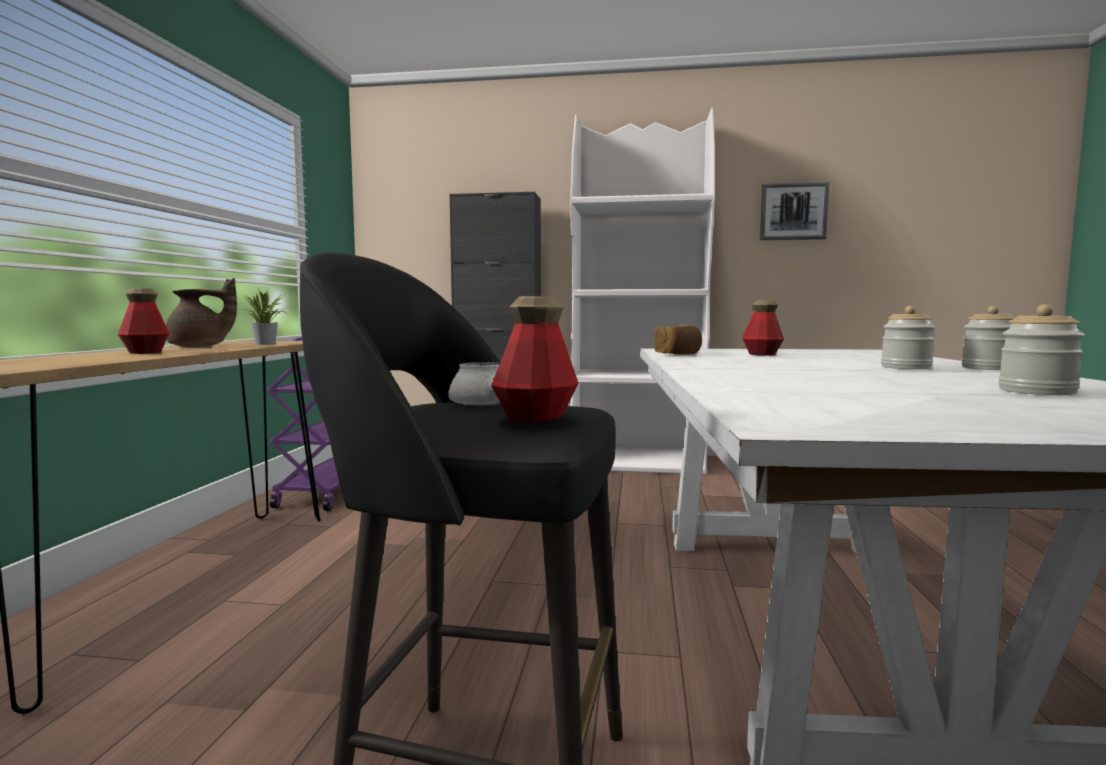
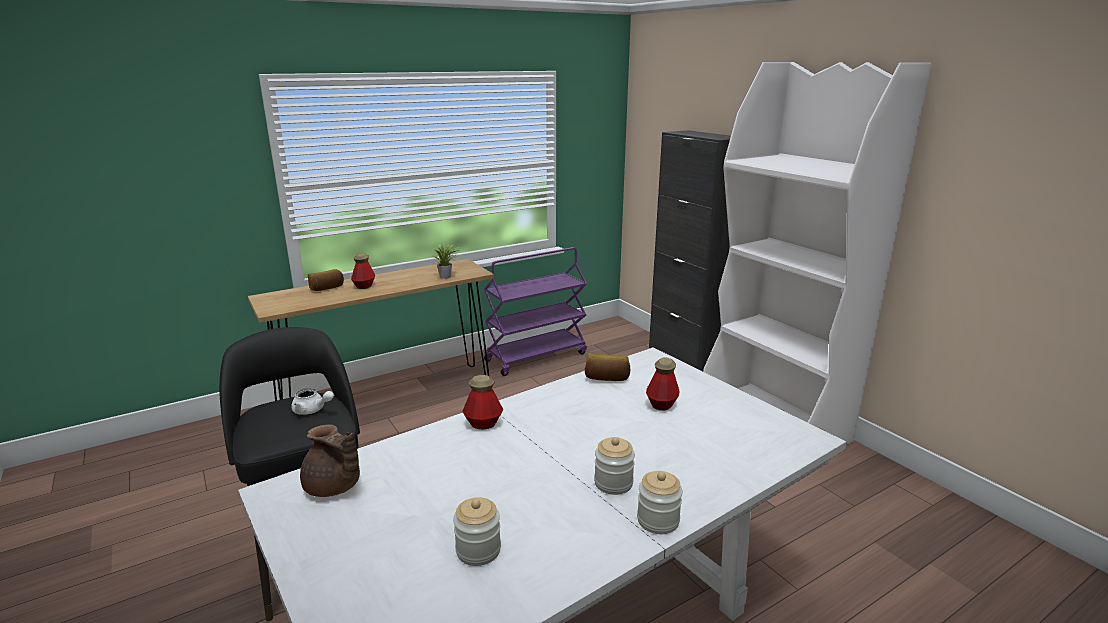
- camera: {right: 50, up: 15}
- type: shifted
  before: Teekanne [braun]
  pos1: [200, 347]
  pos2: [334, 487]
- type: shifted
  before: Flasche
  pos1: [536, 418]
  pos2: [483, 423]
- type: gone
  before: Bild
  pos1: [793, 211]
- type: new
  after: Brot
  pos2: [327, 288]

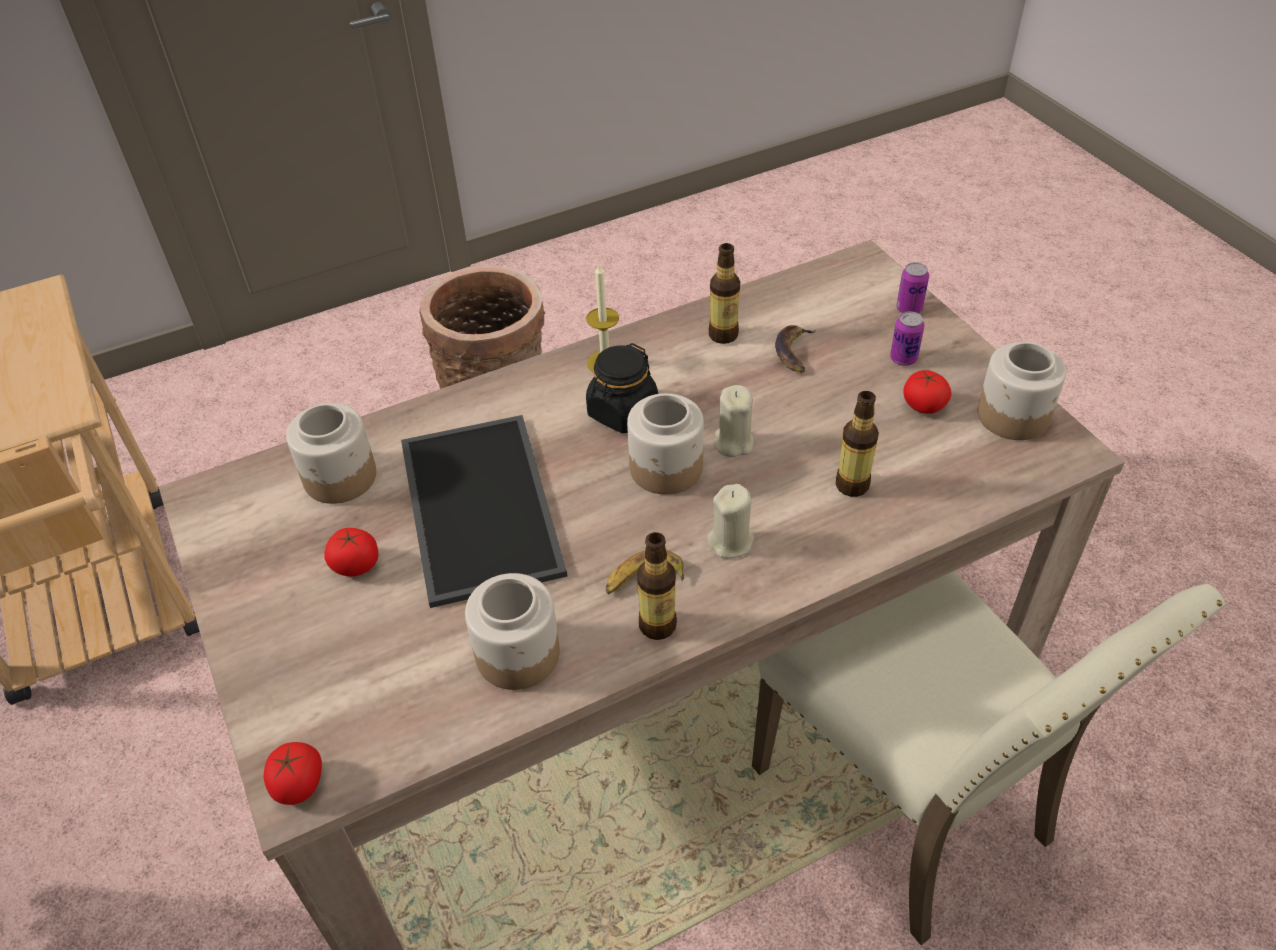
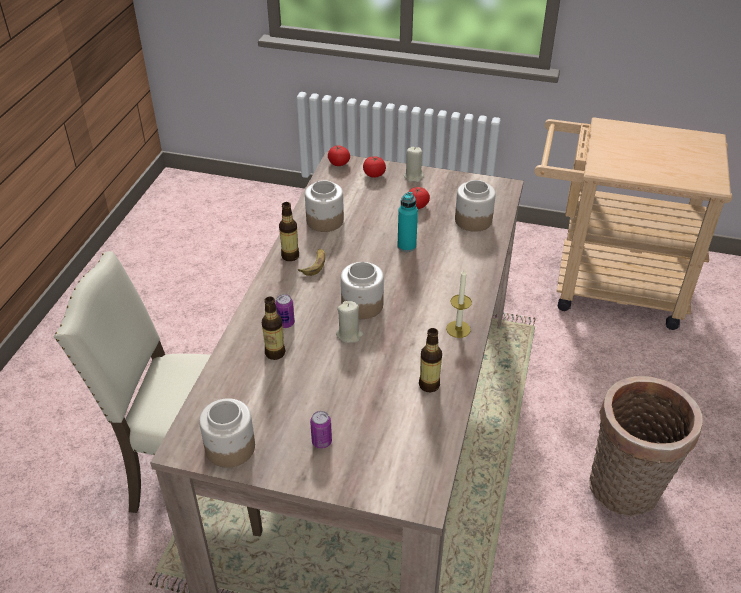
- camera: {right: 130, up: -5}
- type: swapped
  before: Tablett
  after: Flasche [türkis]
  pos1: [484, 508]
  pos2: [406, 246]
- type: gone
  before: Vorratsglas [schwarz]
  pos1: [622, 412]
- type: shifted
  before: Kerze [beige]
  pos1: [731, 542]
  pos2: [413, 176]
- type: gone
  before: Banane
  pos1: [794, 352]
- type: shifted
  before: Dose
  pos1: [909, 309]
  pos2: [286, 323]
- type: shifted
  before: Tomate
  pos1: [923, 406]
  pos2: [374, 174]

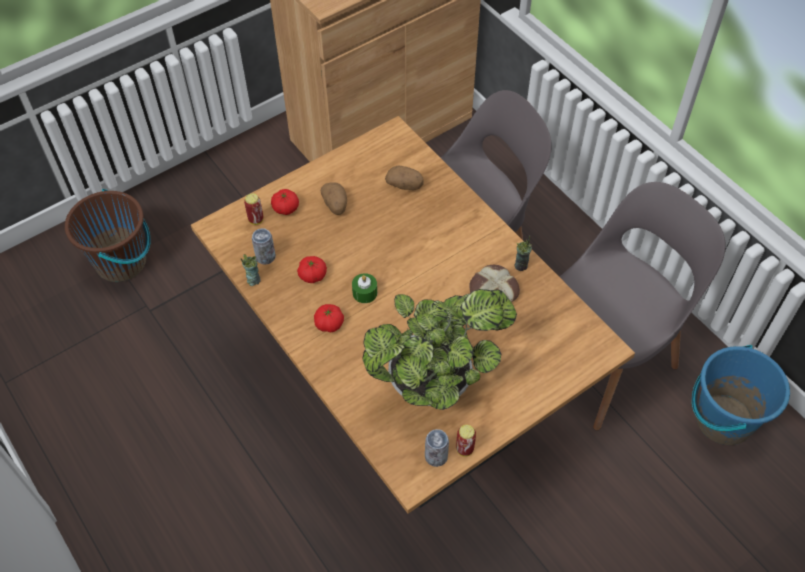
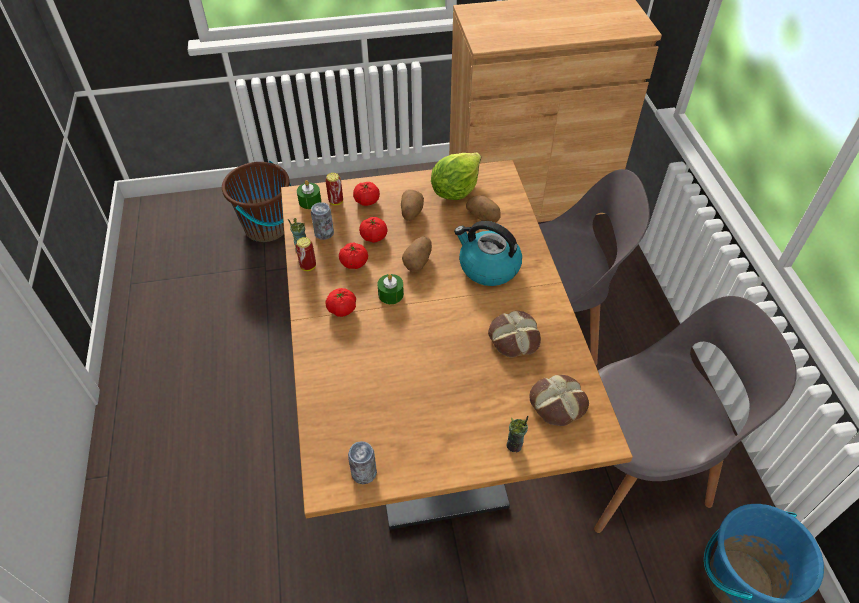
- camera: {right: 25, up: -5}
- type: gone
  before: Topfpflanze
  pos1: [435, 380]
- type: shifted
  before: Dose
  pos1: [464, 449]
  pos2: [308, 266]
- type: shifted
  before: Tasse
  pos1: [521, 266]
  pos2: [514, 445]
- type: new
  after: Kerze [grün]
  pos2: [310, 201]
- type: new
  after: Tomate
  pos2: [374, 237]
- type: new
  after: Kartoffel
  pos2: [418, 262]
- type: new
  after: Salatkopf
  pos2: [455, 190]
- type: new
  after: Wasserkessel
  pos2: [488, 267]
- type: new
  after: Brot
  pos2: [558, 404]

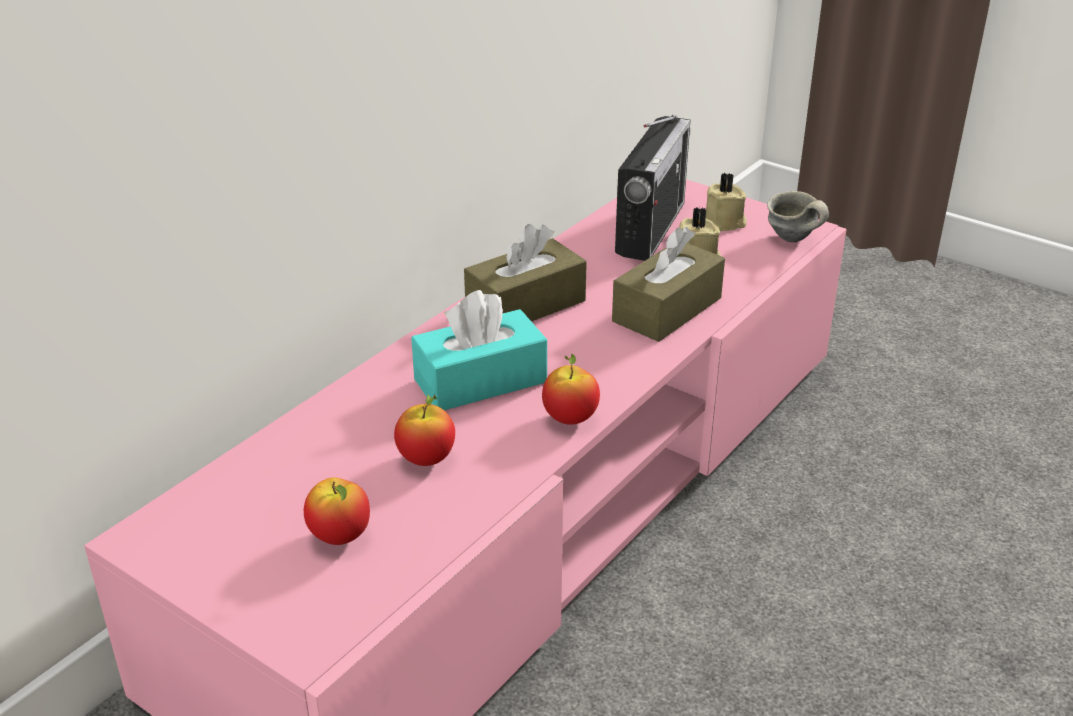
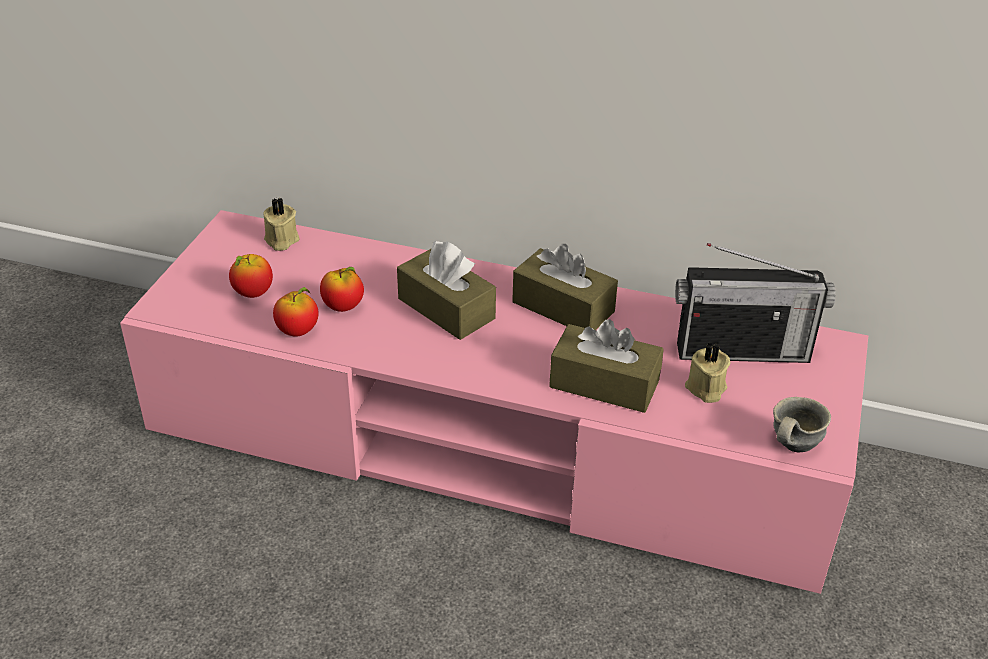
- camera: {right: 70, up: 5}
- type: repainted
  before: Taschentuchbox [türkis]
  after: Taschentuchbox [braun]
  pos1: [480, 381]
  pos2: [446, 308]
- type: shifted
  before: Apfel
  pos1: [570, 418]
  pos2: [298, 331]
- type: shifted
  before: Kerze [beige]
  pos1: [725, 223]
  pos2: [281, 240]

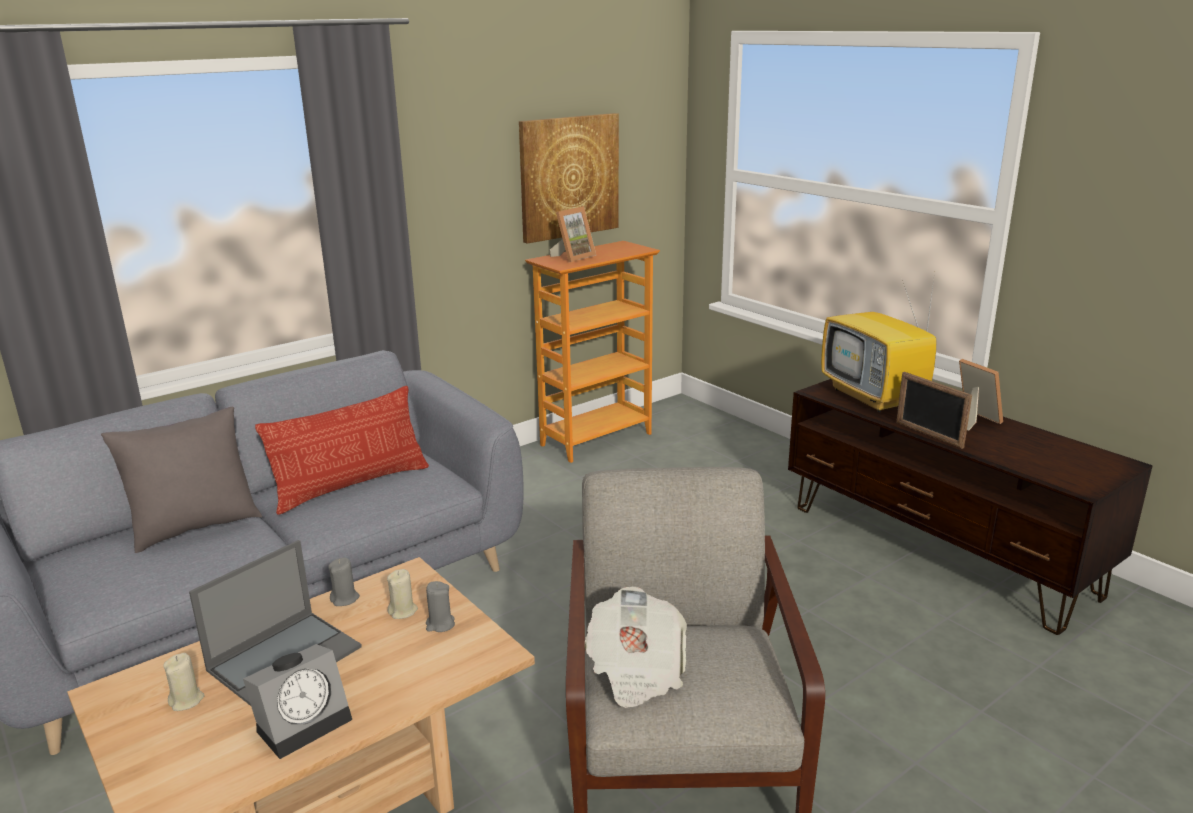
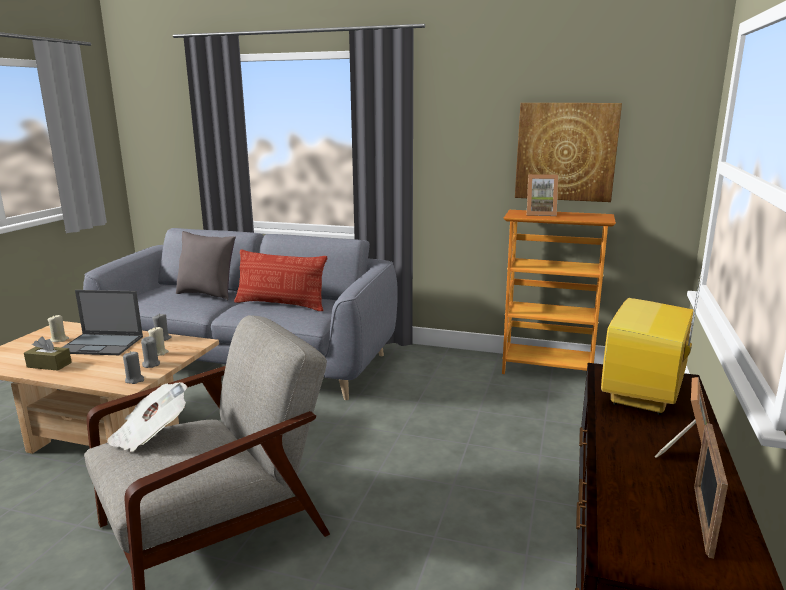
- camera: {right: 55, up: -5}
- type: swapped
  before: Wecker
  after: Taschentuchbox [braun]
  pos1: [305, 722]
  pos2: [49, 365]
- type: shifted
  before: Bilderrahmen
  pos1: [928, 435]
  pos2: [703, 520]
- type: new
  after: Kerze [grau]
  pos2: [134, 380]

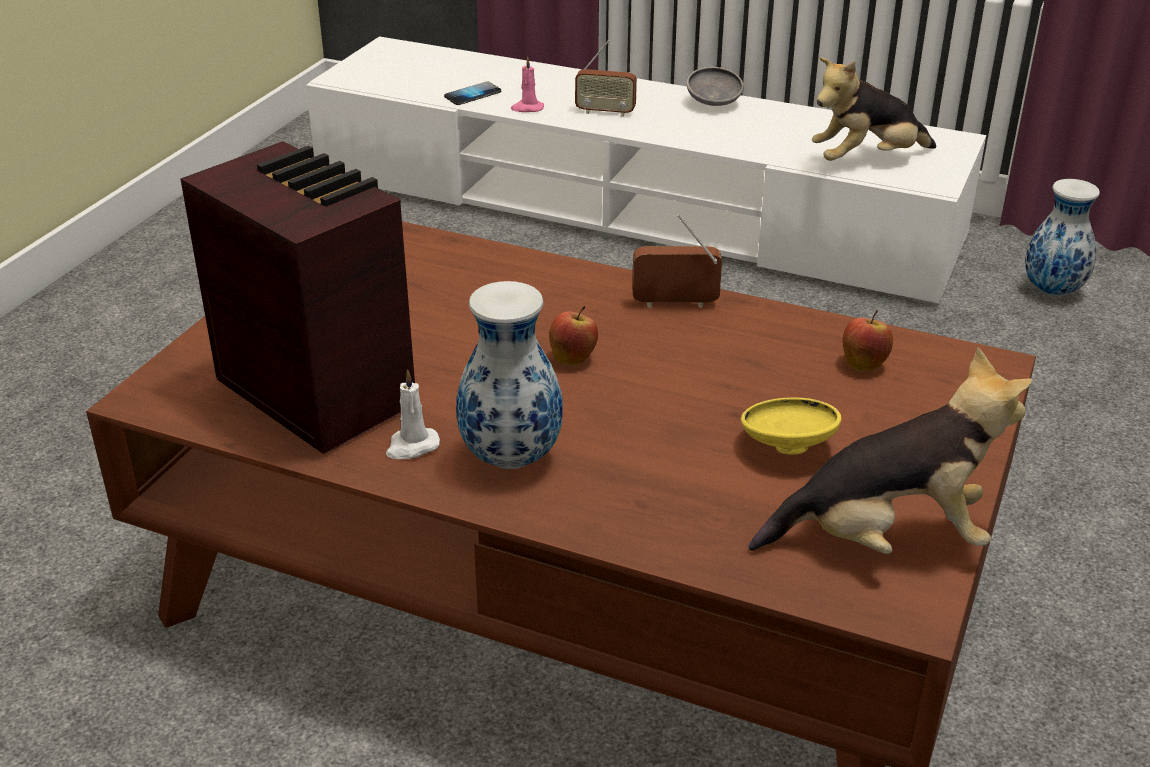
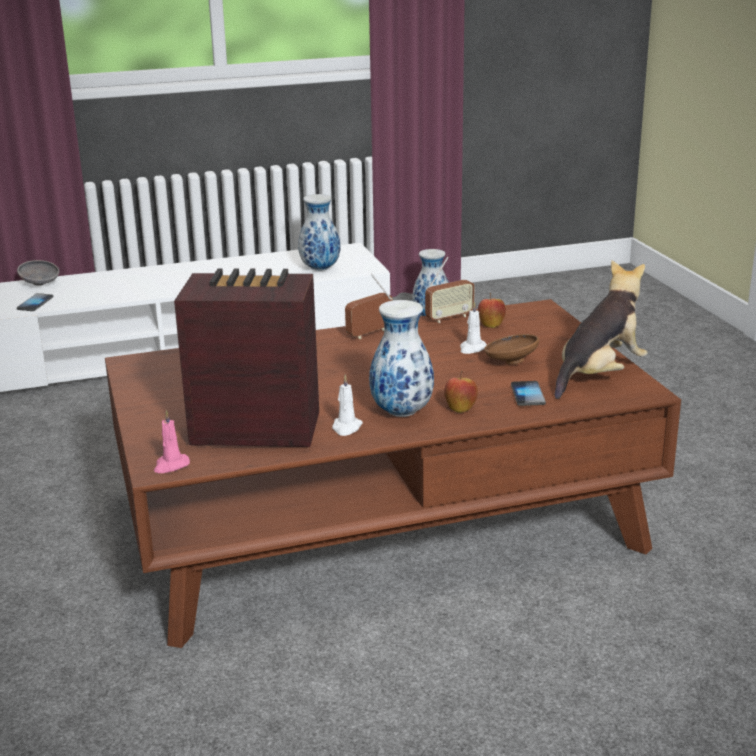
- camera: {right: -40, up: -10}
- type: shifted
  before: Kerze [rosa]
  pos1: [527, 108]
  pos2: [171, 465]
- type: shifted
  before: Apfel
  pos1: [573, 358]
  pos2: [460, 408]
- type: shifted
  before: Radio
  pos1: [605, 112]
  pos2: [449, 318]
- type: shifted
  before: Schüssel [grau]
  pos1: [713, 104]
  pos2: [40, 284]
- type: repainted
  before: Schüssel [gelb]
  after: Schüssel [braun]
  pos1: [787, 445]
  pos2: [510, 362]
- type: swapped
  before: Plüschtier
  after: Vase
  pos1: [866, 160]
  pos2: [320, 268]
- type: new
  after: Kerze [weiß]
  pos2: [472, 348]
- type: new
  after: Handy
  pos2: [527, 395]

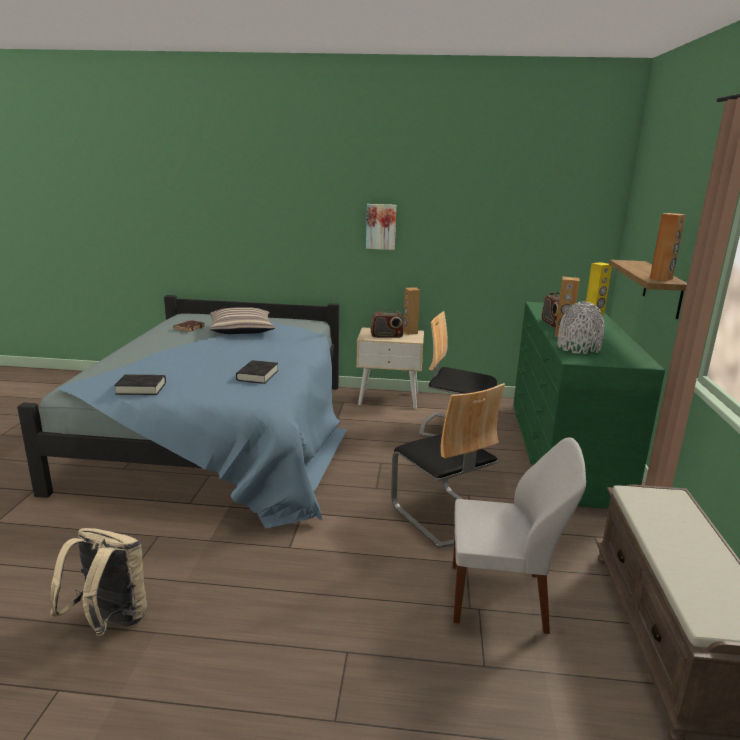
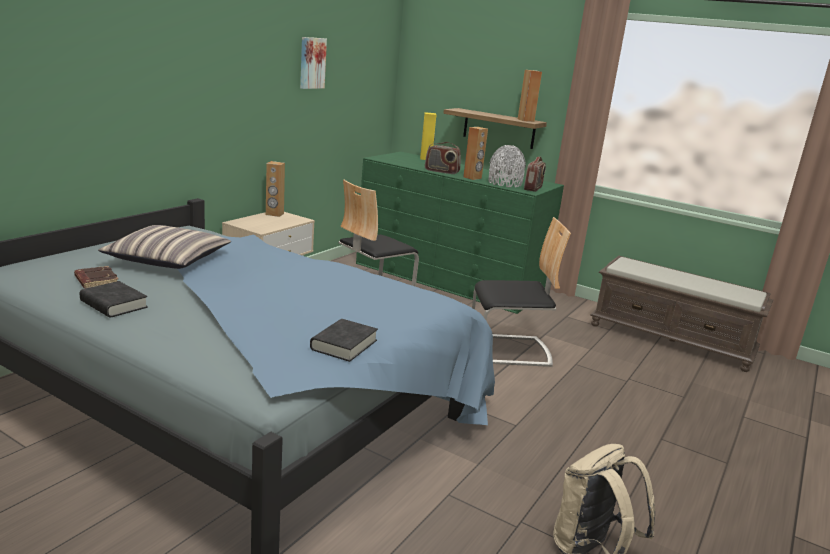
- camera: {right: -65, up: 0}
- type: shifted
  before: Buch [schwarz]
  pos1: [257, 375]
  pos2: [114, 304]
- type: shifted
  before: Bild
  pos1: [381, 226]
  pos2: [311, 63]
- type: shifted
  before: Radio
  pos1: [386, 336]
  pos2: [533, 188]
- type: gone
  before: Stuhl [weiß]
  pos1: [501, 598]

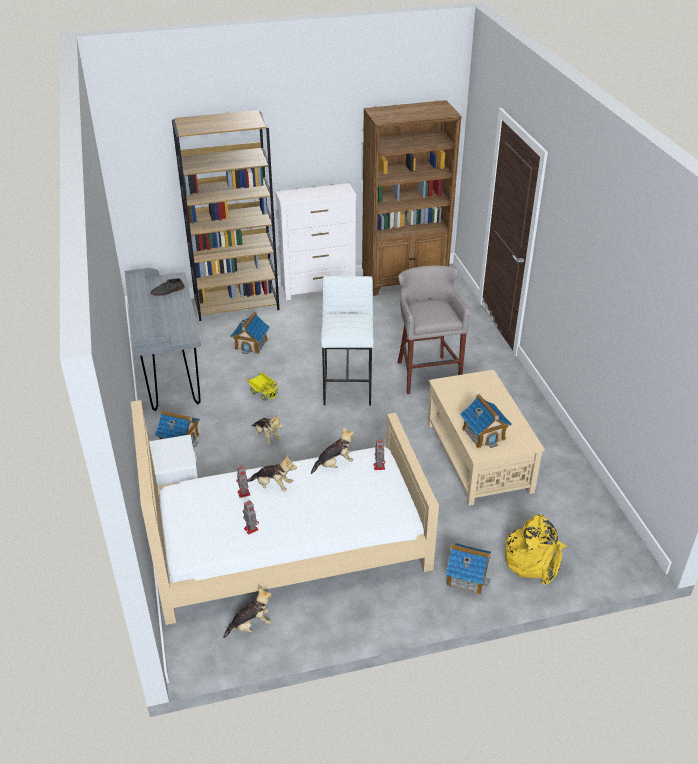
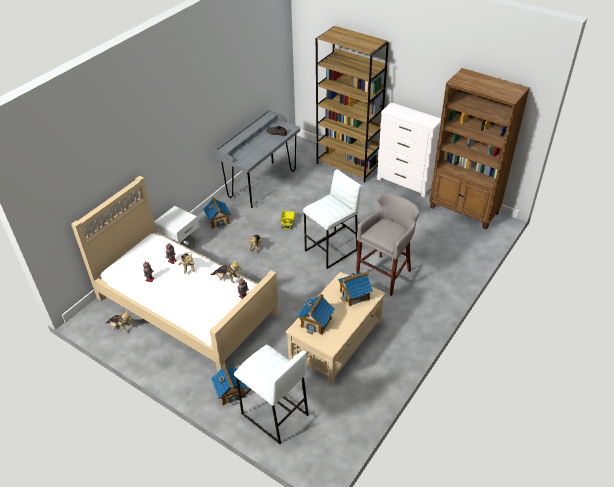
- camera: {right: 50, up: 5}
- type: shifted
  before: Spielzeughaus
  pos1: [251, 344]
  pos2: [355, 295]
- type: swapped
  before: Rucksack [gelb]
  after: Hocker [weiß]
  pos1: [534, 559]
  pos2: [274, 415]

